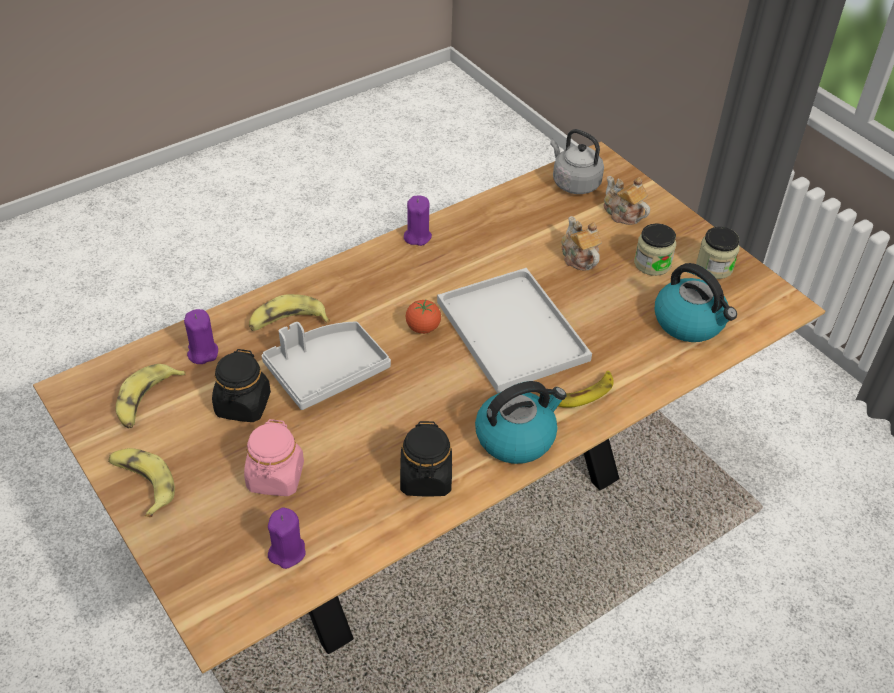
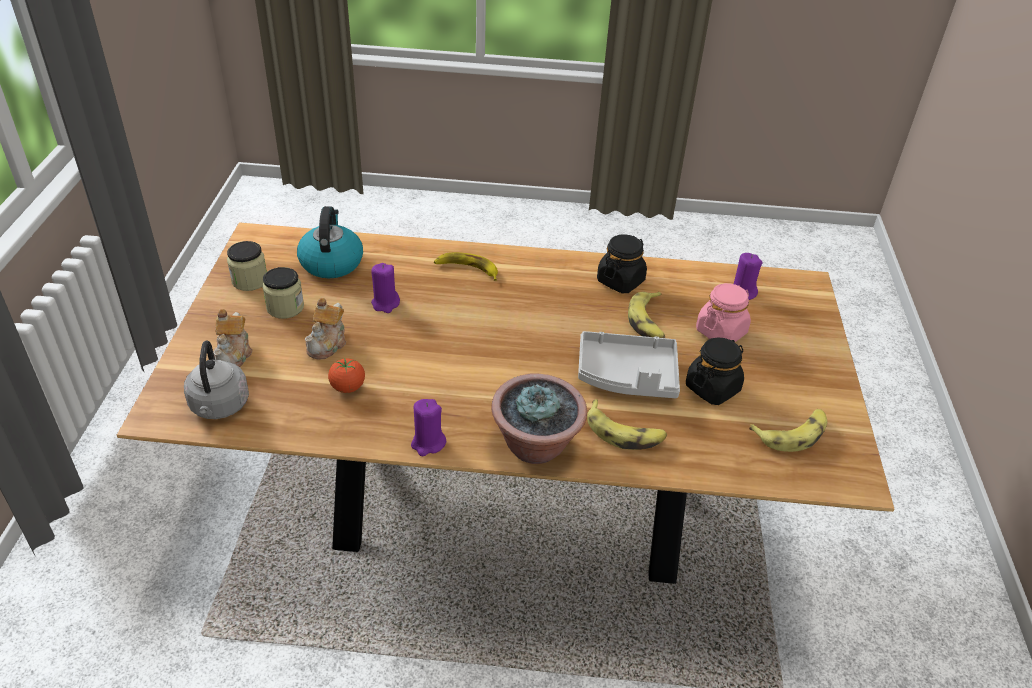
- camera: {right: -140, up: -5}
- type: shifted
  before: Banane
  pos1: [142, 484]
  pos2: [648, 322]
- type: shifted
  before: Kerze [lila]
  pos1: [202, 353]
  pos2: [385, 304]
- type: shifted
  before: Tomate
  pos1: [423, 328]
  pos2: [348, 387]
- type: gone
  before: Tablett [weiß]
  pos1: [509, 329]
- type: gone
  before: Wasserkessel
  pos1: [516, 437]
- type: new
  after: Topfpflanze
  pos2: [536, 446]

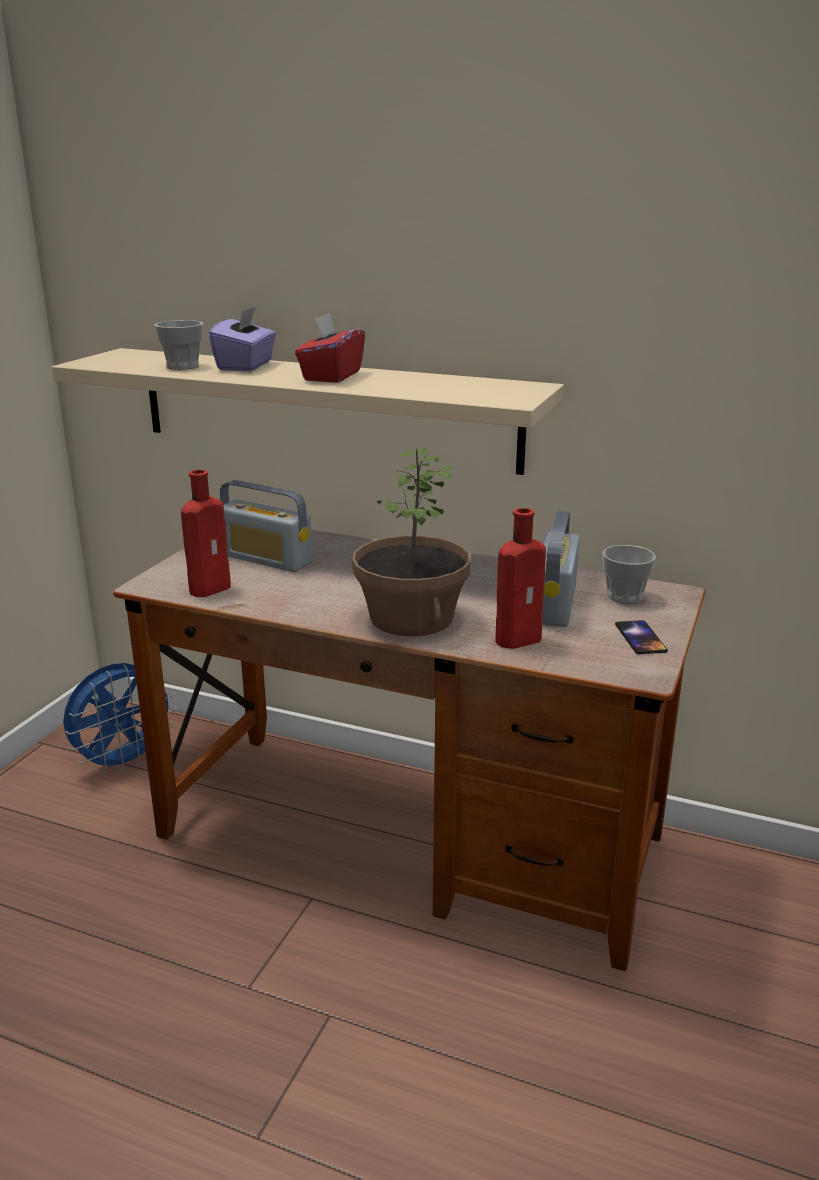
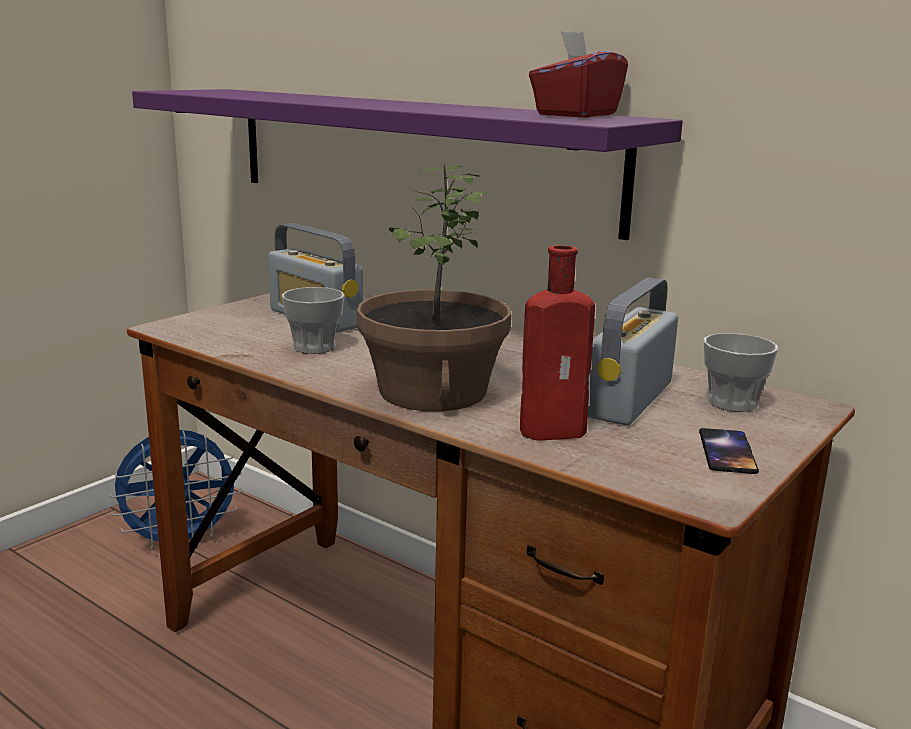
- camera: {right: 15, up: -5}
- type: repainted
  before: Wandregal [beige]
  after: Wandregal [lila]
  pos1: [324, 408]
  pos2: [413, 155]
- type: shifted
  before: Tasse
  pos1: [182, 366]
  pos2: [314, 347]
- type: gone
  before: Flasche [rot]
  pos1: [213, 588]
- type: gone
  before: Taschentuchbox [lila]
  pos1: [246, 366]
- type: shifted
  before: Taschentuchbox [rot]
  pos1: [331, 376]
  pos2: [575, 115]

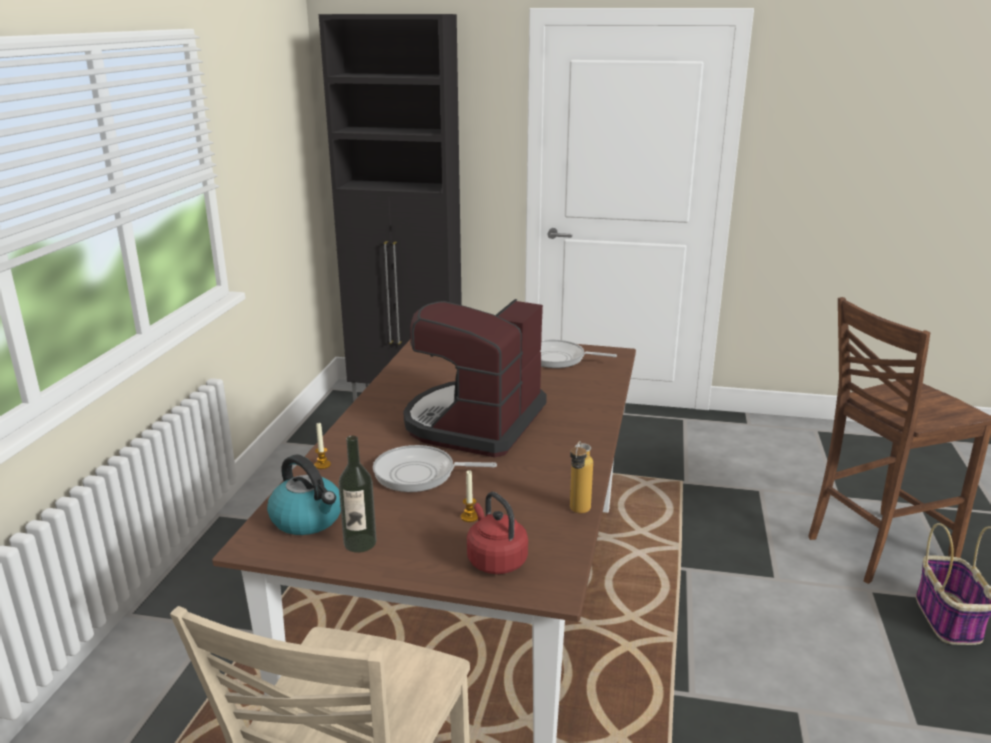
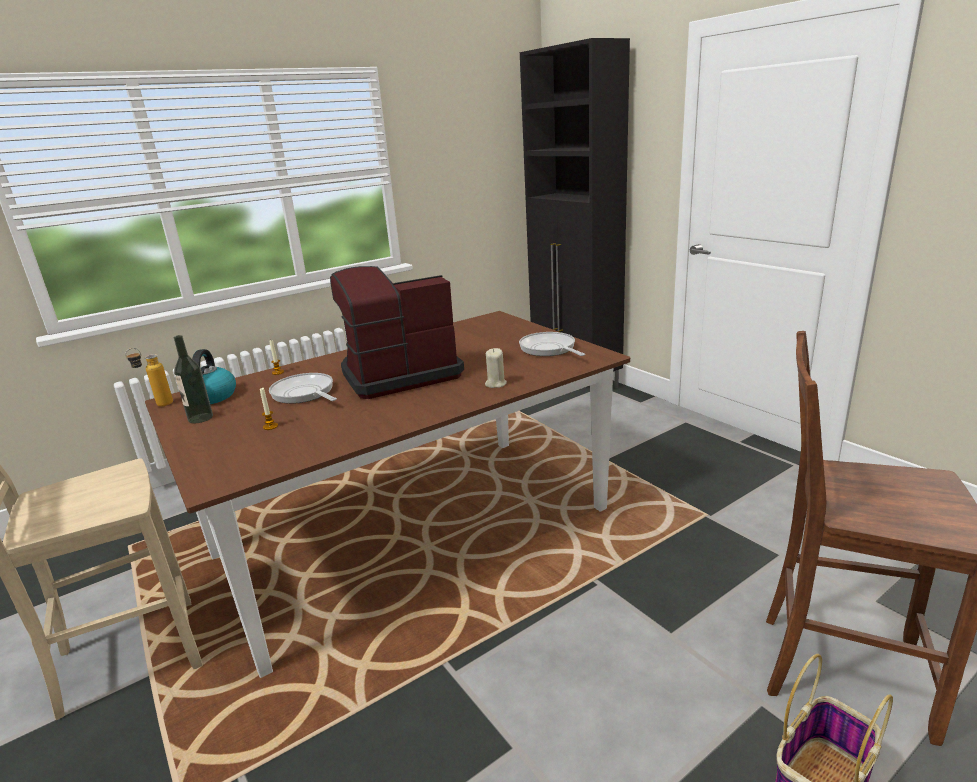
- camera: {right: 45, up: 0}
- type: gone
  before: Wasserkessel [rot]
  pos1: [495, 560]
- type: shifted
  before: Flasche
  pos1: [578, 513]
  pos2: [158, 405]
- type: new
  after: Kerze [beige]
  pos2: [495, 384]

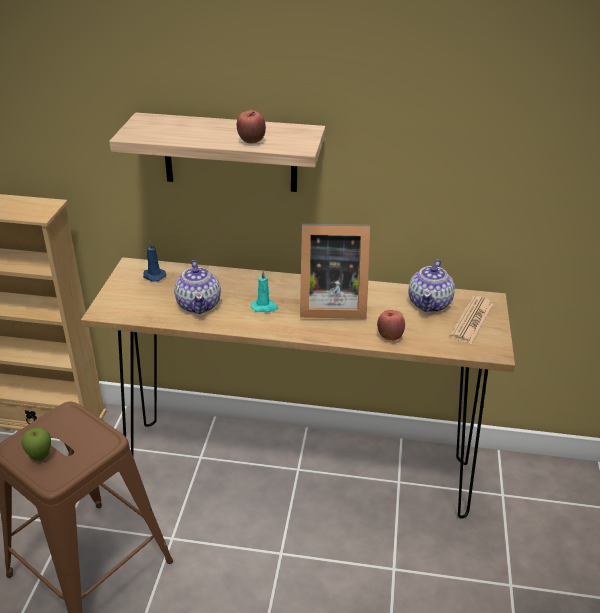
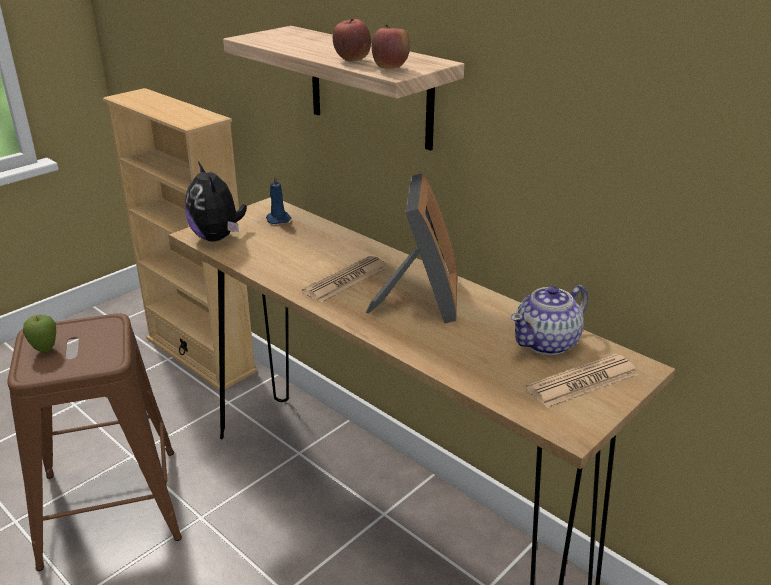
- camera: {right: 35, up: -5}
- type: gone
  before: Teekanne
  pos1: [199, 304]
- type: swapped
  before: Kerze [türkis]
  after: Zeitung
  pos1: [265, 307]
  pos2: [346, 280]
- type: rotated
  before: Bilderrahmen
  pos1: [329, 304]
  pos2: [420, 301]
  turn: -120
- type: shifted
  before: Apfel
  pos1: [390, 336]
  pos2: [390, 69]
- type: new
  after: Plüschtier
  pos2: [218, 237]

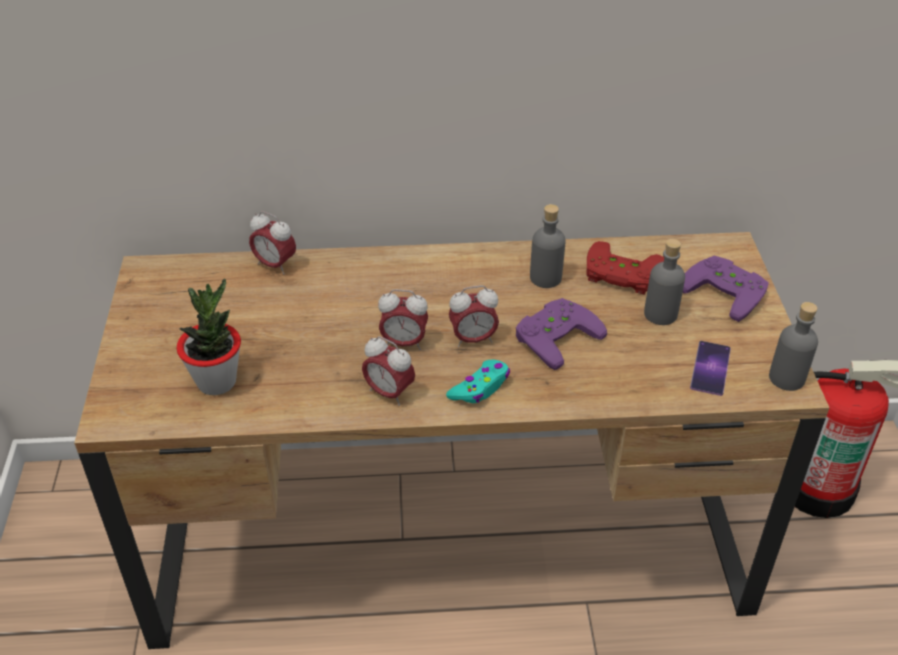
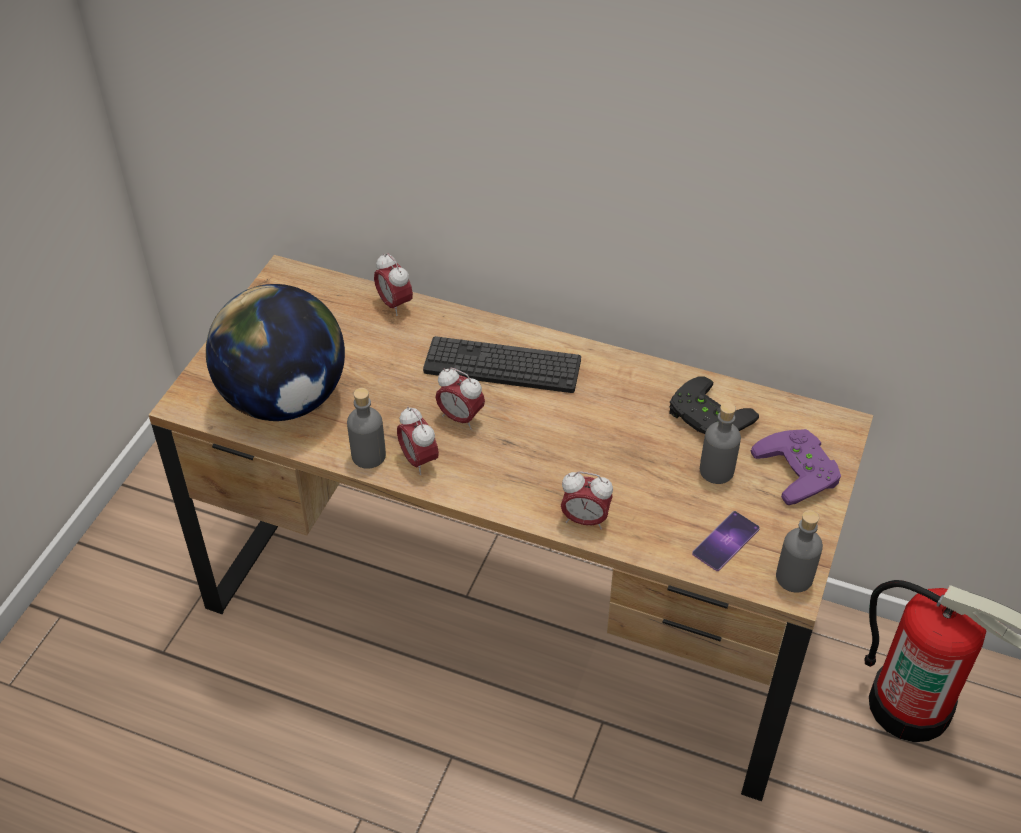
- camera: {right: 25, up: 5}
- type: swapped
  before: Topfpflanze
  after: Globus
  pos1: [217, 381]
  pos2: [284, 399]
- type: gone
  before: Gamepad [türkis]
  pos1: [480, 388]
- type: shifted
  before: Wecker
  pos1: [473, 339]
  pos2: [585, 520]
- type: gone
  before: Gamepad [lila]
  pos1: [554, 334]
- type: shifted
  before: Flasche [grau]
  pos1: [545, 278]
  pos2: [368, 456]
- type: repainted
  before: Gamepad [rot]
  after: Gamepad [schwarz]
  pos1: [621, 275]
  pos2: [706, 418]
- type: new
  after: Tastatur
  pos2: [502, 366]

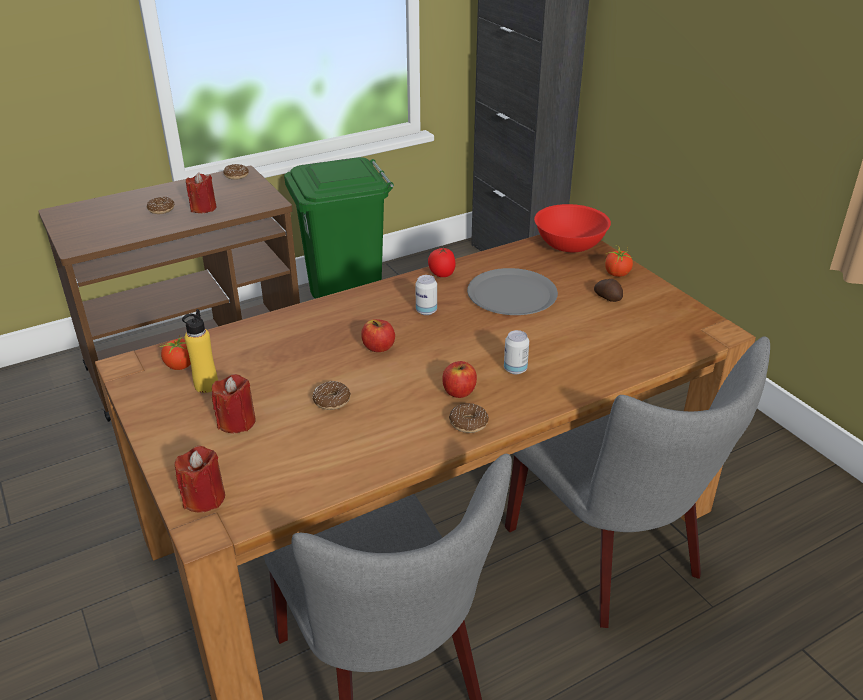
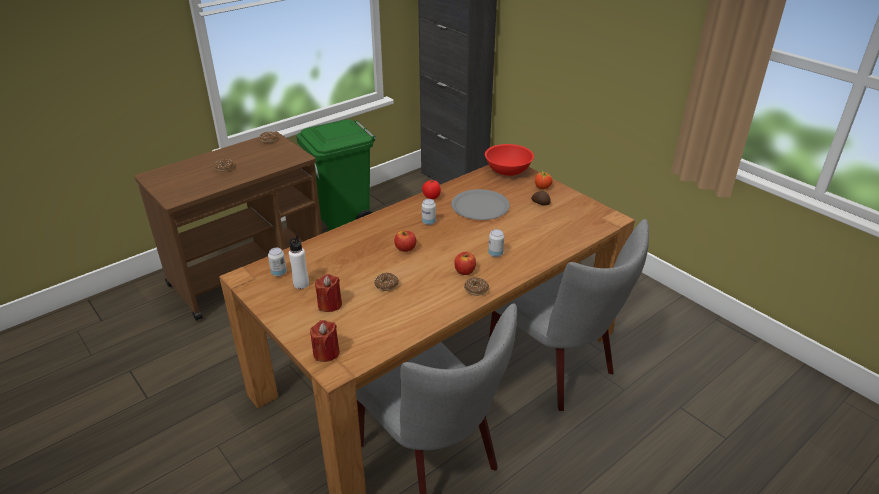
- camera: {right: -10, up: 0}
- type: swapped
  before: Tomate
  after: Dose
  pos1: [180, 365]
  pos2: [279, 273]
- type: repainted
  before: Flasche [gelb]
  after: Flasche [weiß]
  pos1: [206, 385]
  pos2: [301, 284]
- type: gone
  before: Kerze [rot]
  pos1: [203, 208]

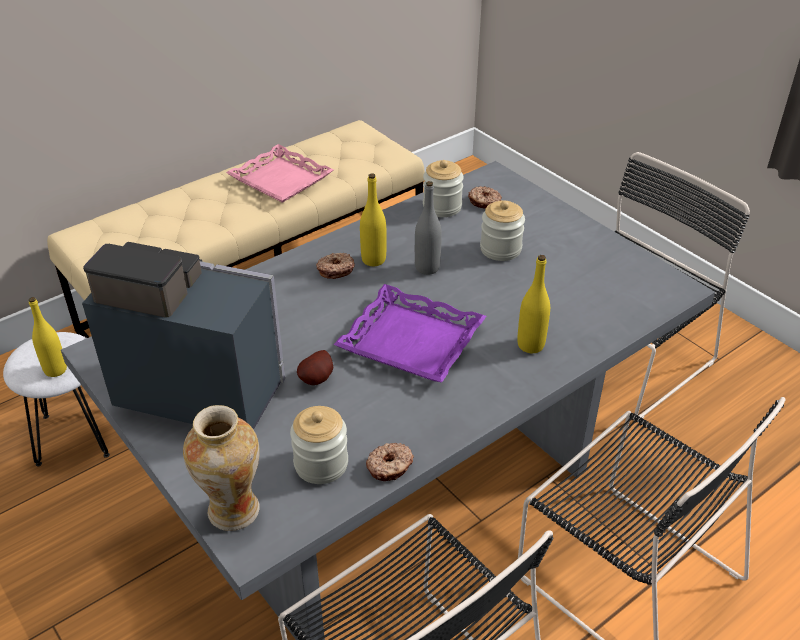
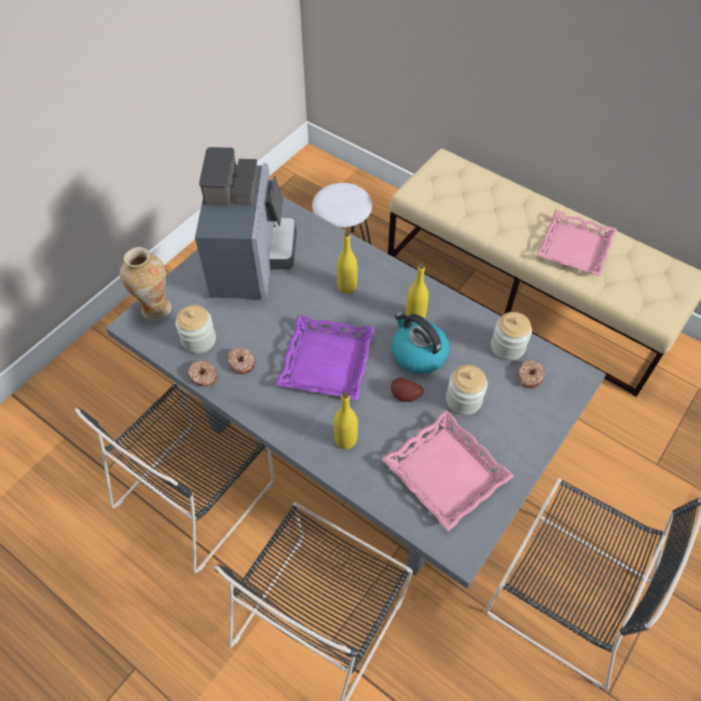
- camera: {right: 75, up: 15}
- type: shifted
  before: Flasche [gelb]
  pos1: [55, 370]
  pos2: [347, 287]
- type: shifted
  before: Kartoffel
  pos1: [318, 379]
  pos2: [405, 397]
- type: shifted
  before: Donut
  pos1: [335, 270]
  pos2: [241, 363]
- type: swapped
  before: Flasche [grau]
  after: Wasserkessel
  pos1: [427, 268]
  pos2: [418, 354]
- type: new
  after: Tablett [rosa]
  pos2: [446, 472]

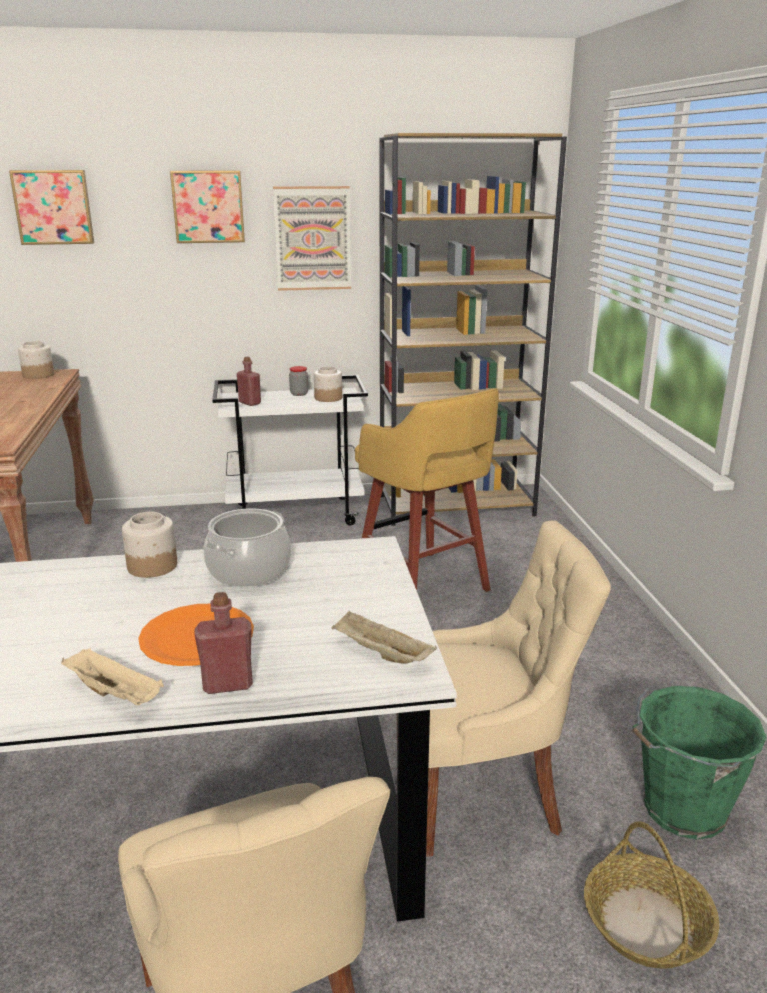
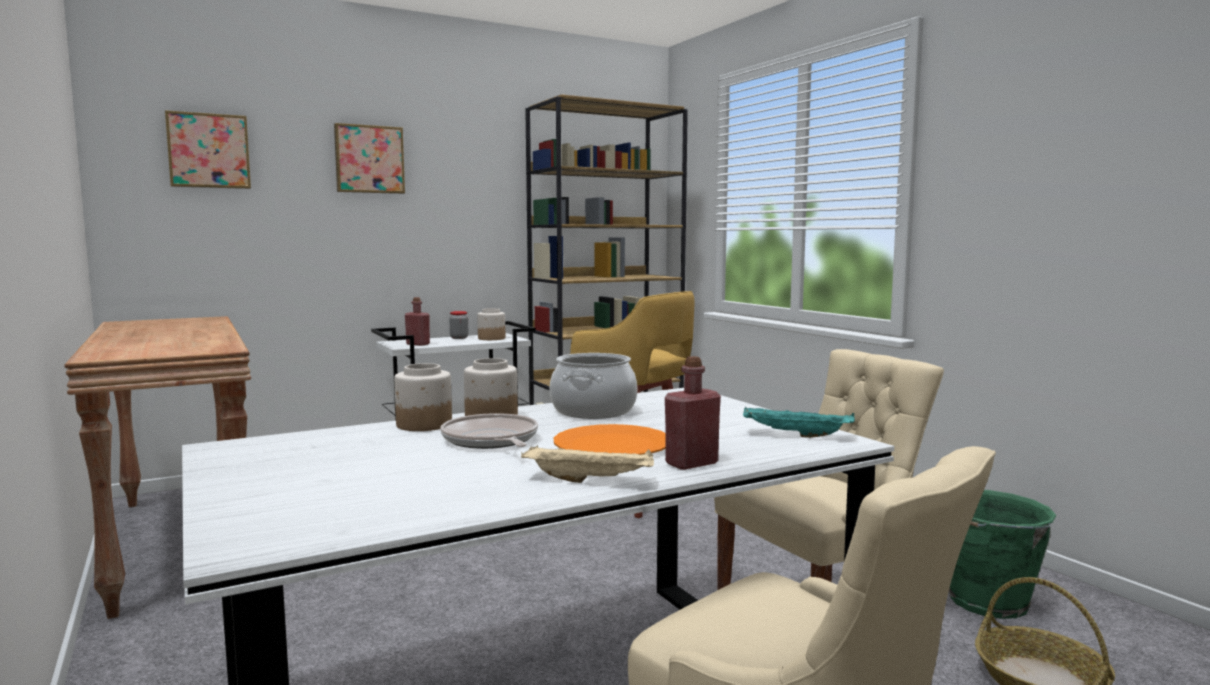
- camera: {right: -20, up: -15}
- type: shifted
  before: Vorratsglas
  pos1: [38, 375]
  pos2: [424, 425]
- type: gone
  before: Bild
  pos1: [312, 238]
- type: repainted
  before: Tablett [beige]
  after: Tablett [türkis]
  pos1: [380, 653]
  pos2: [795, 435]
- type: new
  after: Pfanne
  pos2: [491, 441]

